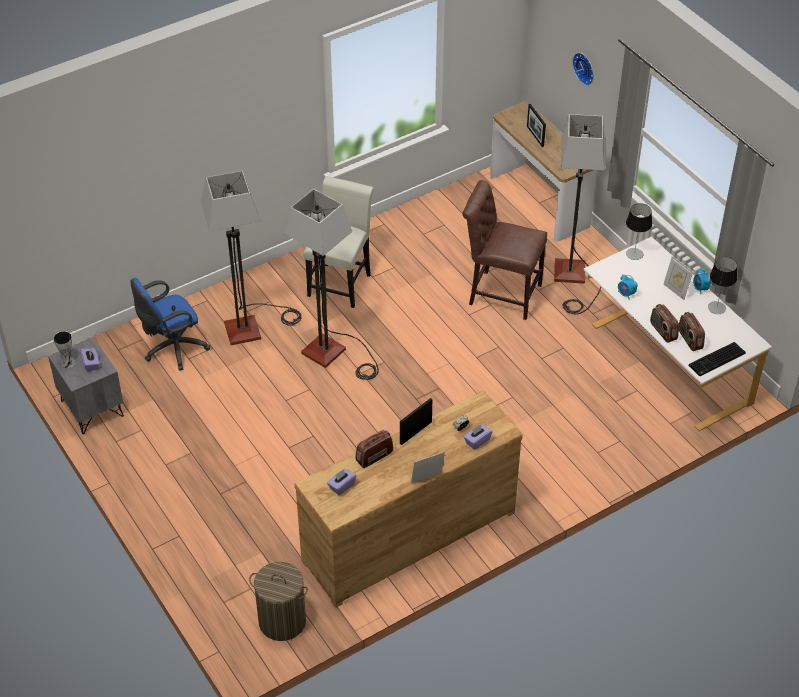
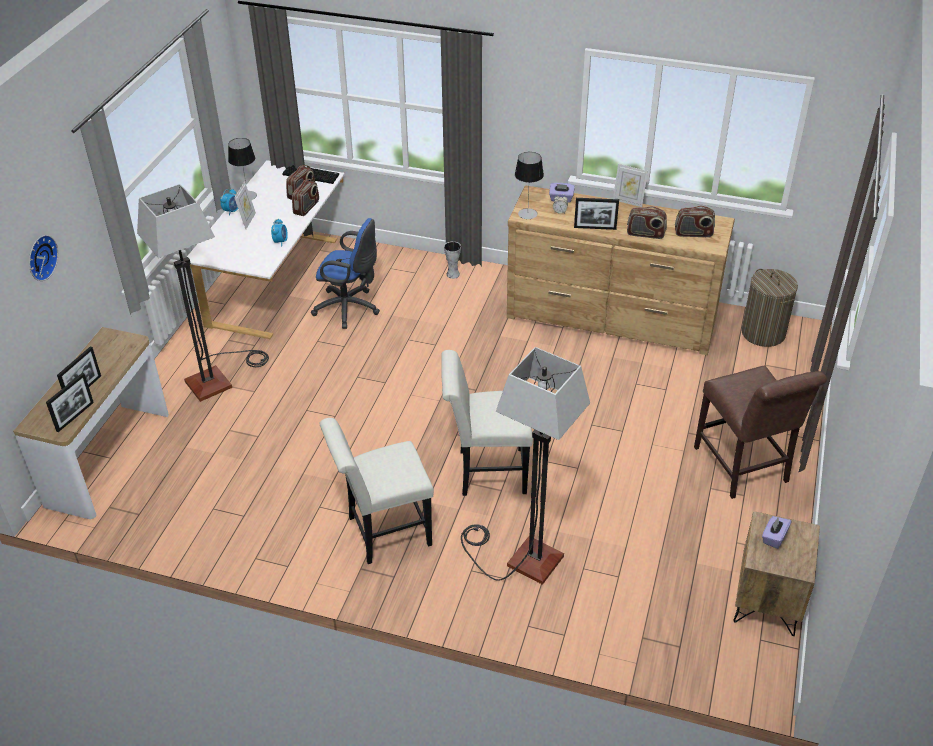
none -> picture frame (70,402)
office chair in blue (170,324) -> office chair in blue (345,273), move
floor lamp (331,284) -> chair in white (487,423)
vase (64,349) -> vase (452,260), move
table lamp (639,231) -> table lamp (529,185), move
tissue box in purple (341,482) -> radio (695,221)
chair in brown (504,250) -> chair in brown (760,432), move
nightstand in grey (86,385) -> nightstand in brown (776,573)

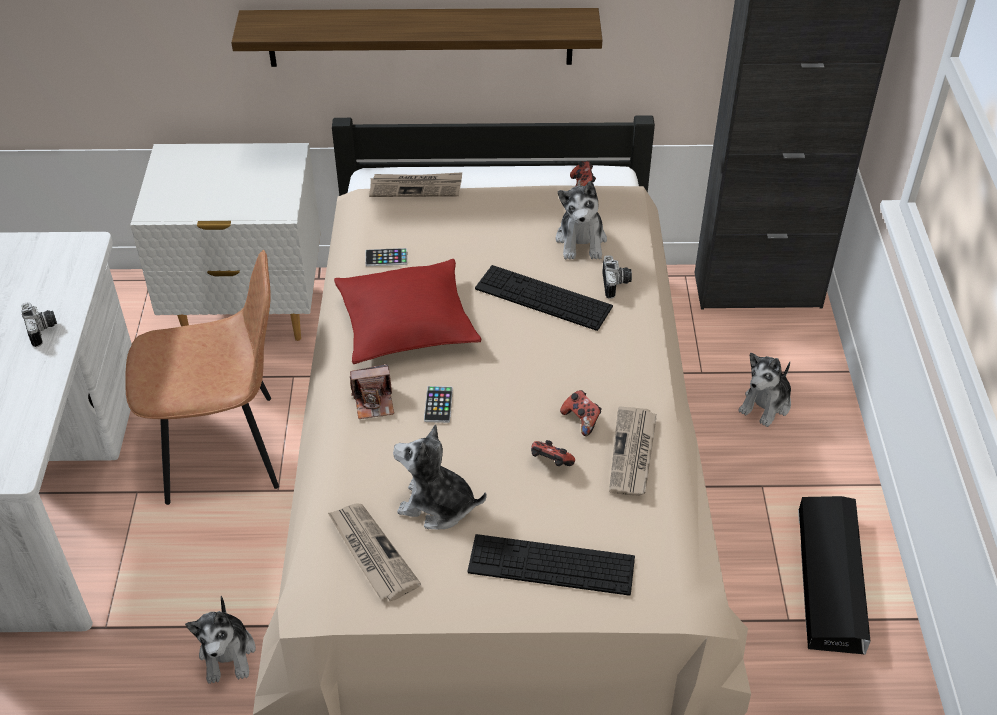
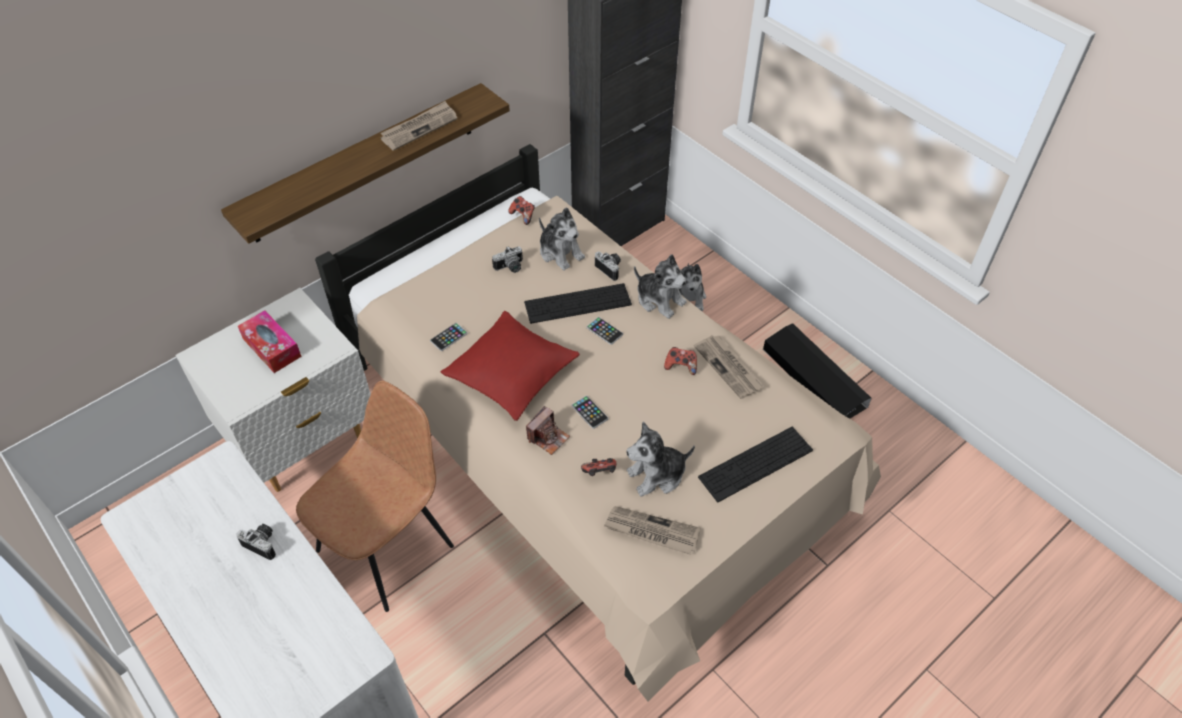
none -> tissue box (270,341)
newspaper (415,184) -> newspaper (419,126), move
none -> photo camera (507,259)
game controller (553,453) -> game controller (598,467), move
none -> phone (604,331)
plush toy (220,640) -> plush toy (660,286), move

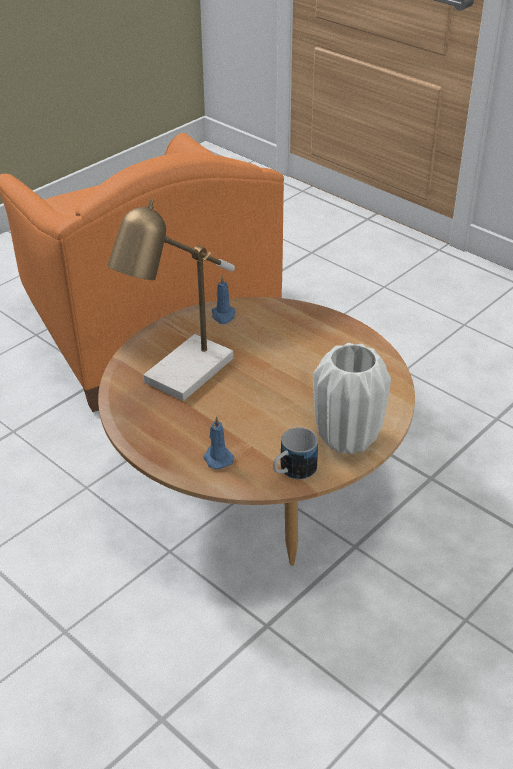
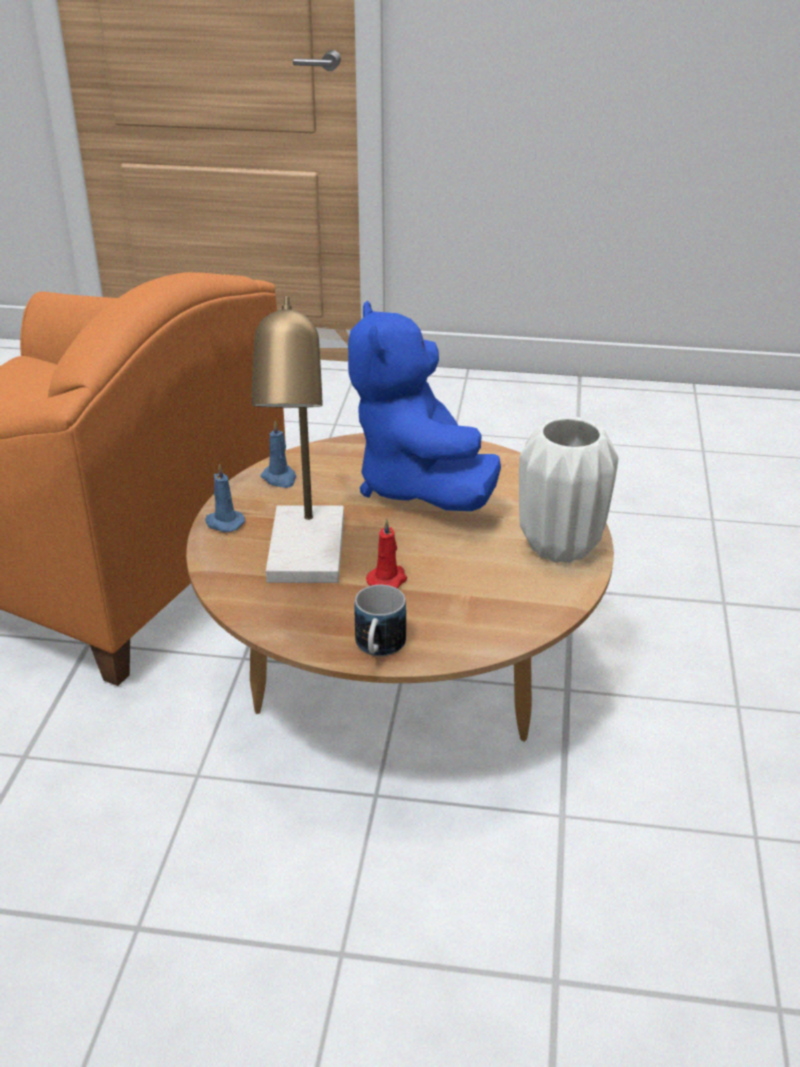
candle in blue (218,442) -> candle in blue (225,498), move
none -> plush toy in blue (424,405)
mug (295,453) -> mug (380,620), move
none -> candle in red (386,554)

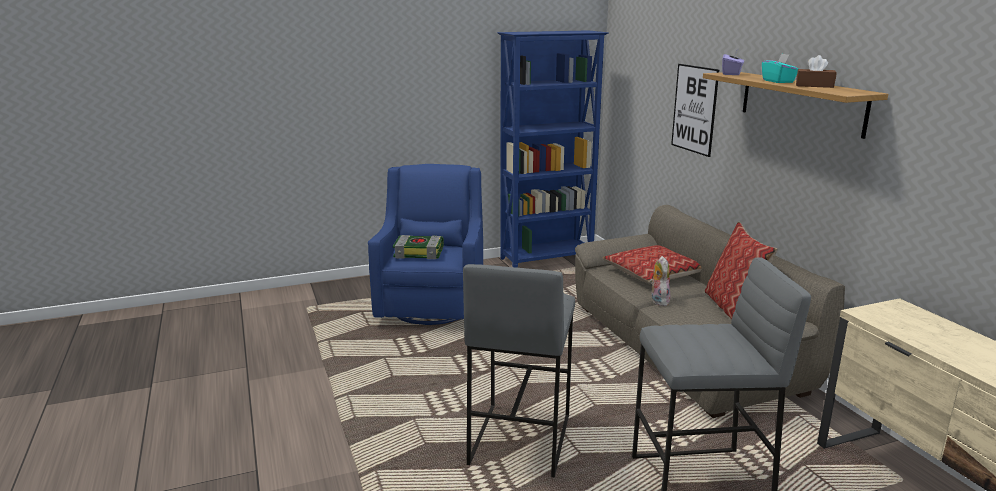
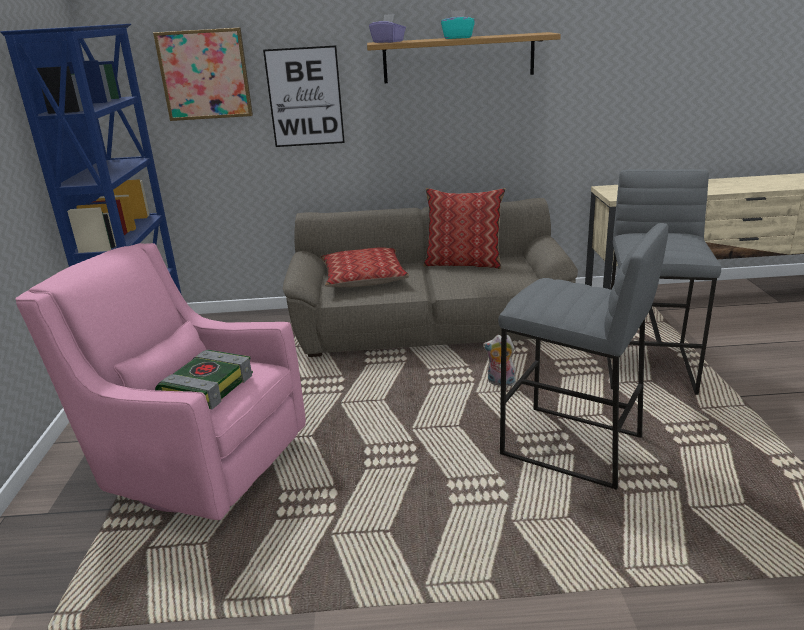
armchair in blue (425,244) -> armchair in pink (160,381)
none -> picture (203,74)
plush toy (660,281) -> plush toy (499,361), move
tissue box in brown (816,71) -> none

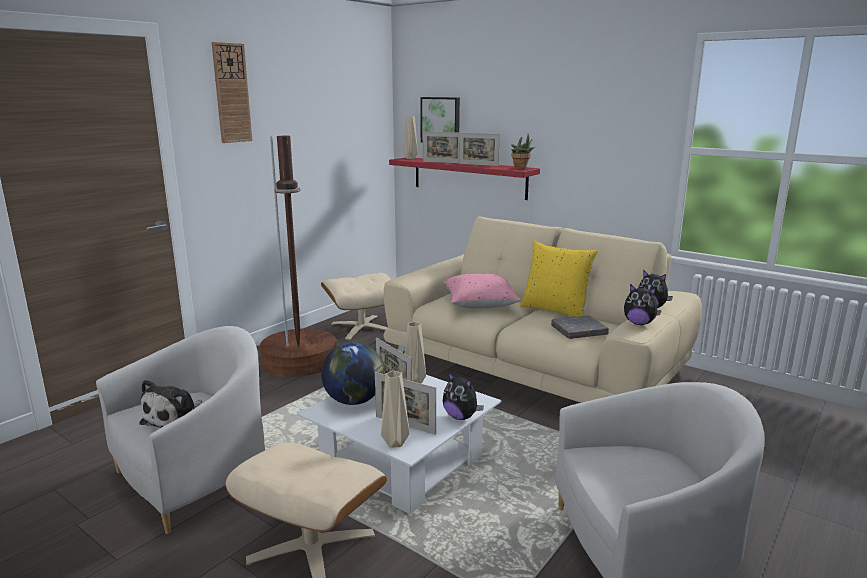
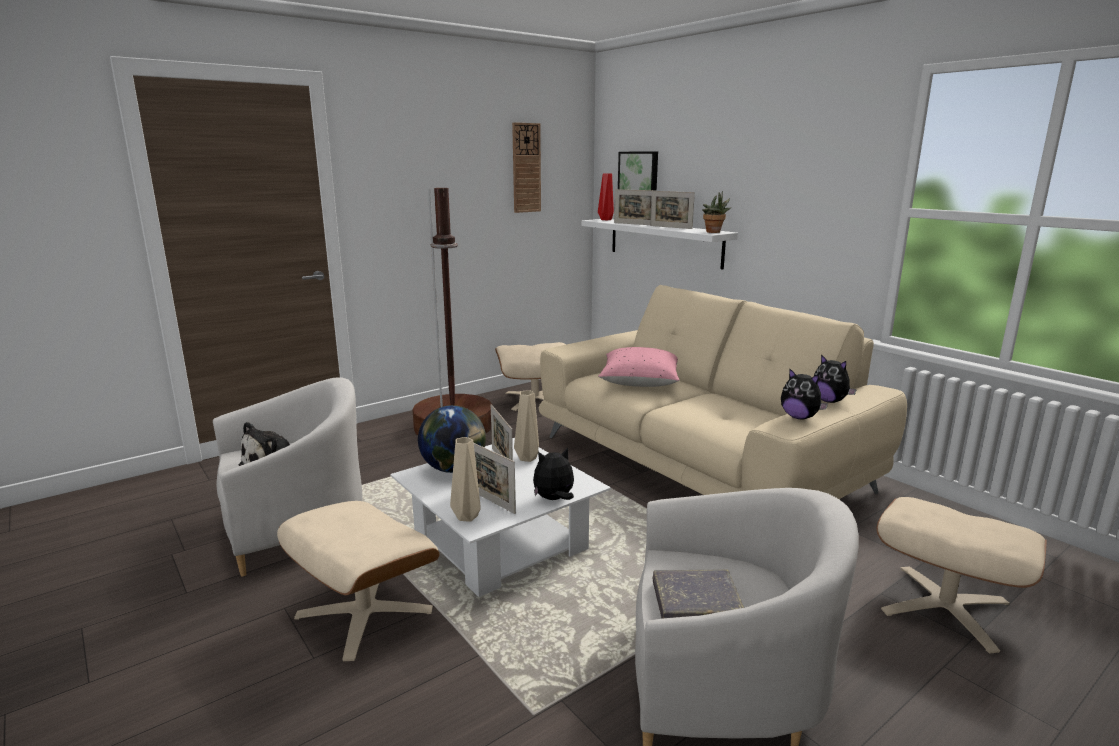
wall clock (232,92) -> wall clock (526,167), move
plush toy (463,396) -> plush toy (553,474), 105 degrees clockwise
shelf in red (464,179) -> shelf in white (659,244)
vase in beige (410,138) -> vase in red (606,196)
book in grey (580,327) -> book in grey (698,594), move
none -> ottoman in beige (961,575)
pillow in yellow (558,279) -> none

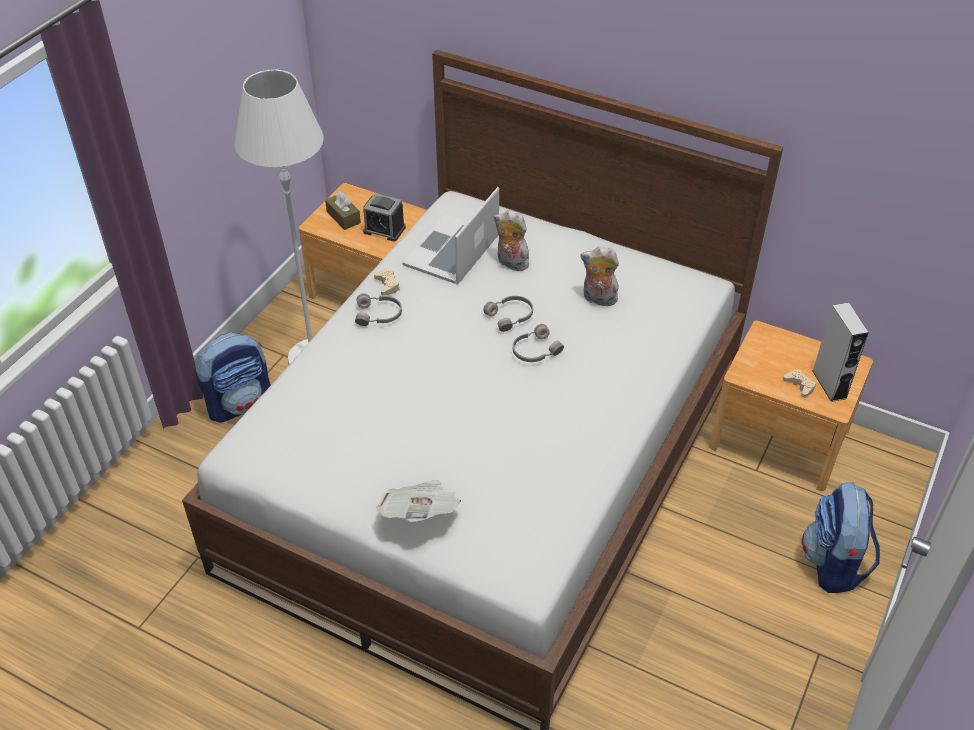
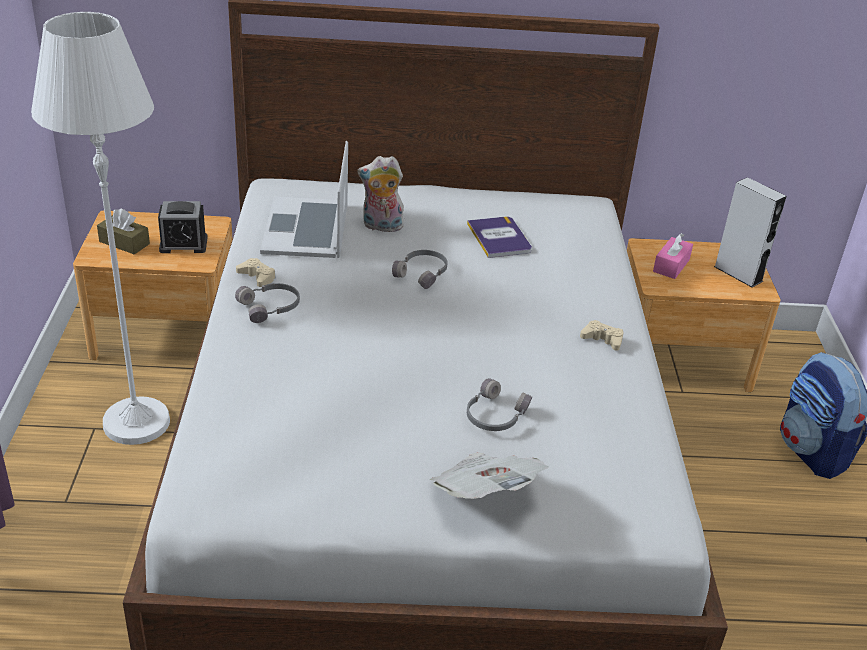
plush toy (599,276) -> book (499,237)
headphones in grey (538,343) -> headphones in grey (499,404), move
game controller in beige (799,384) -> game controller in beige (601,335), move
none -> tissue box in pink (673,256)
backpack (233,377) -> none

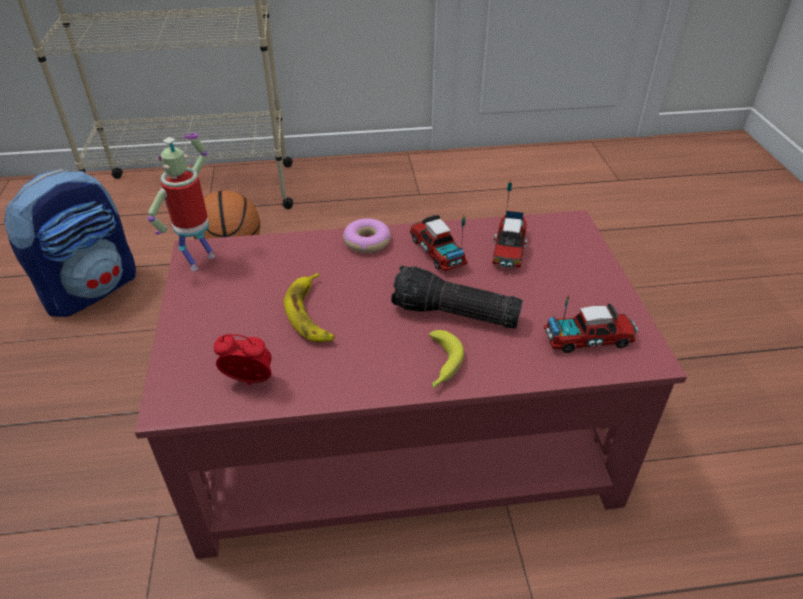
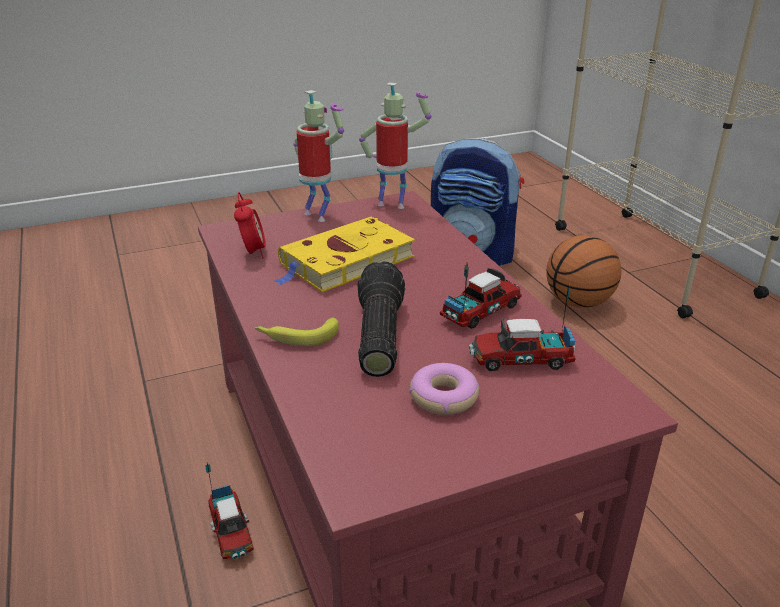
toy truck (591,324) -> toy truck (229,510), move
banana (309,307) -> book in yellow (344,254)
none -> toy robot (318,156)
donut (367,235) -> donut (444,389), move

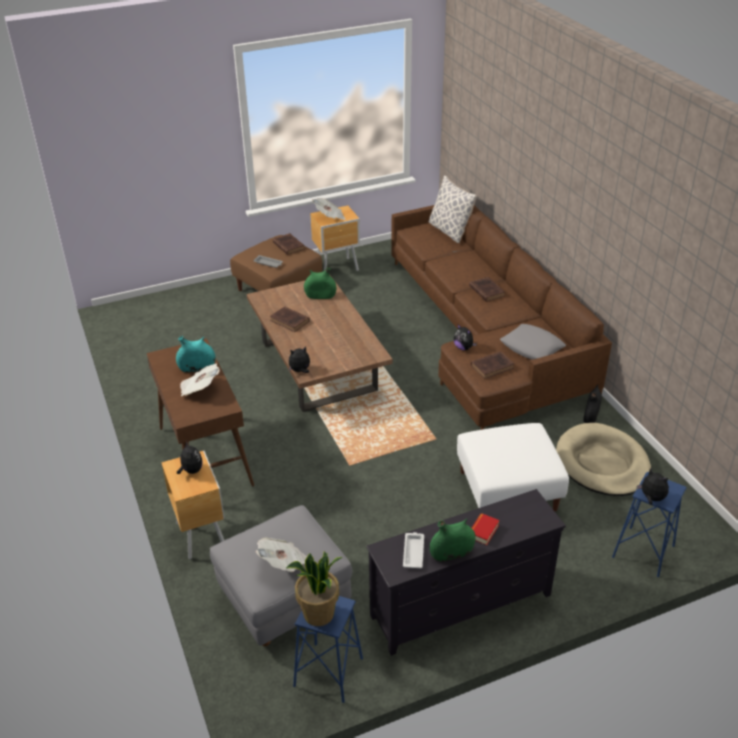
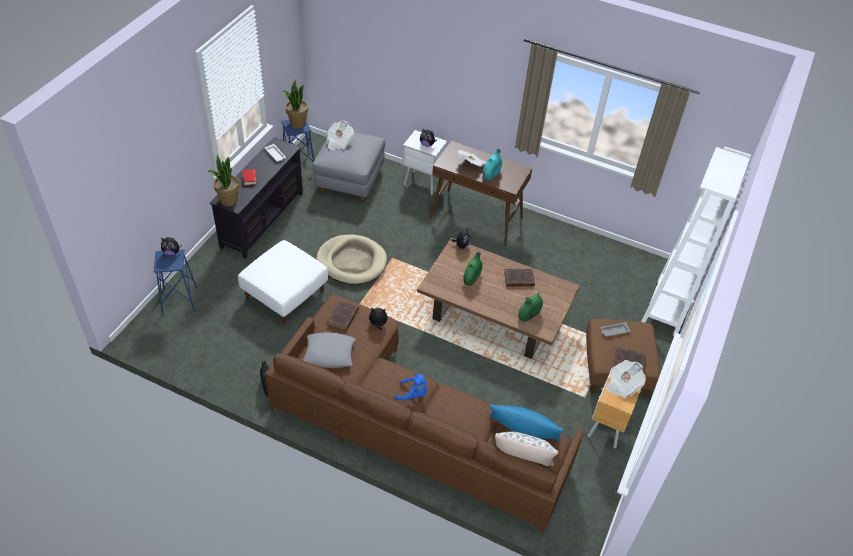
none -> potted plant (224,180)
dog bed in beige (603,459) -> dog bed in beige (351,259), move
book in brown (487,289) -> plush toy in blue (411,387)
nightstand in brown (193,505) -> nightstand in white (424,162)
vase in green (453,540) -> vase in green (473,269), move
none -> pillow in blue (526,422)
none -> bookcase in white (696,240)

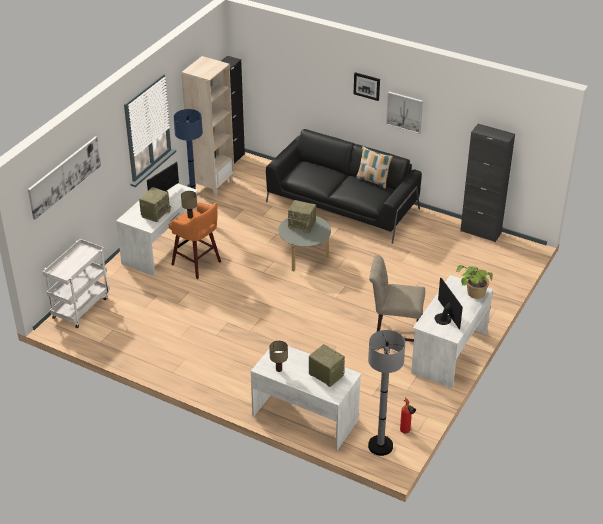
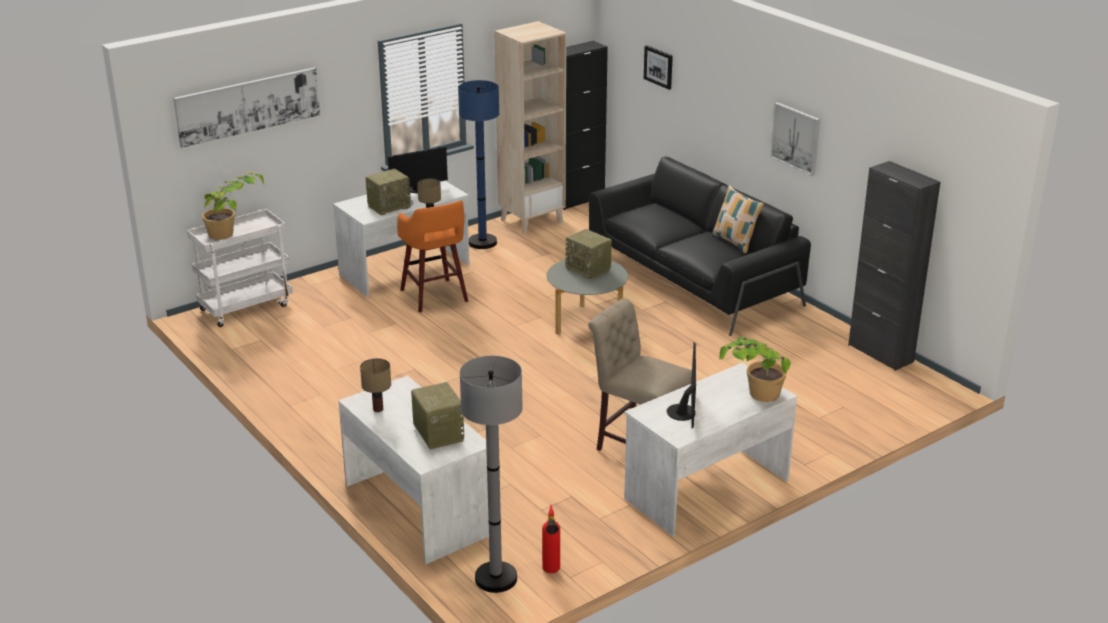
none -> potted plant (233,206)
picture (367,86) -> picture (658,67), move

